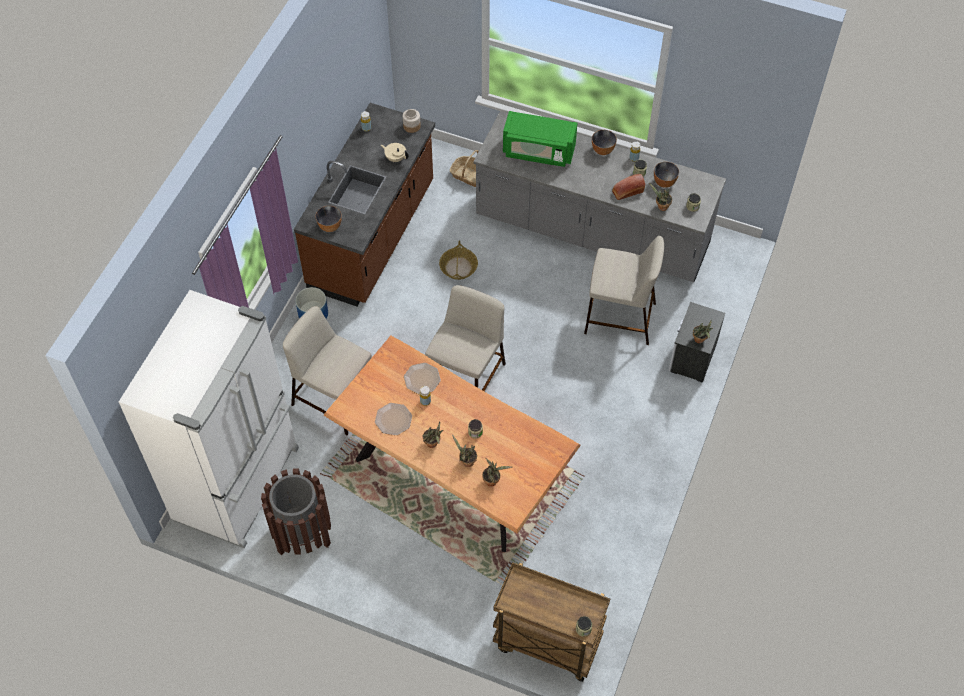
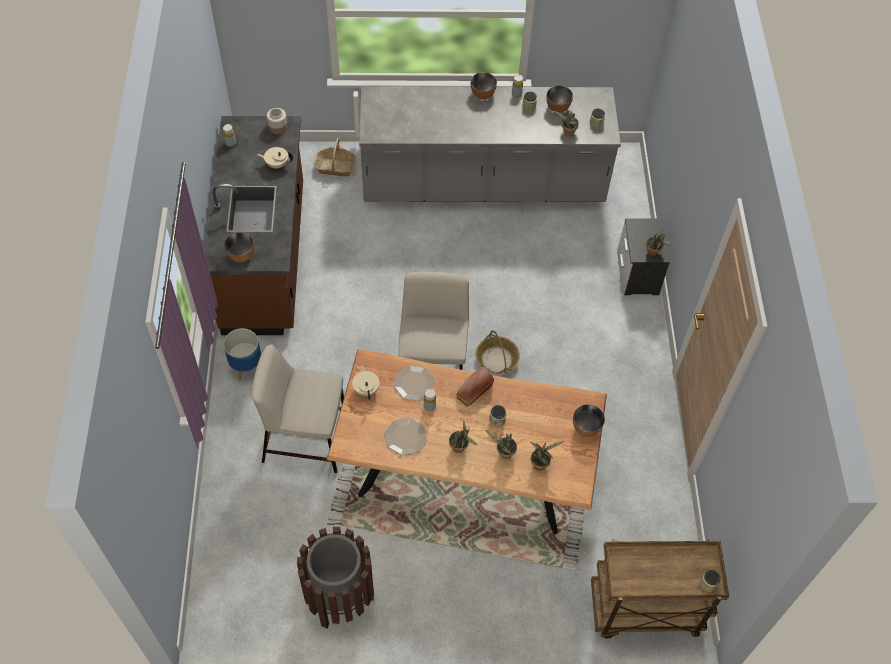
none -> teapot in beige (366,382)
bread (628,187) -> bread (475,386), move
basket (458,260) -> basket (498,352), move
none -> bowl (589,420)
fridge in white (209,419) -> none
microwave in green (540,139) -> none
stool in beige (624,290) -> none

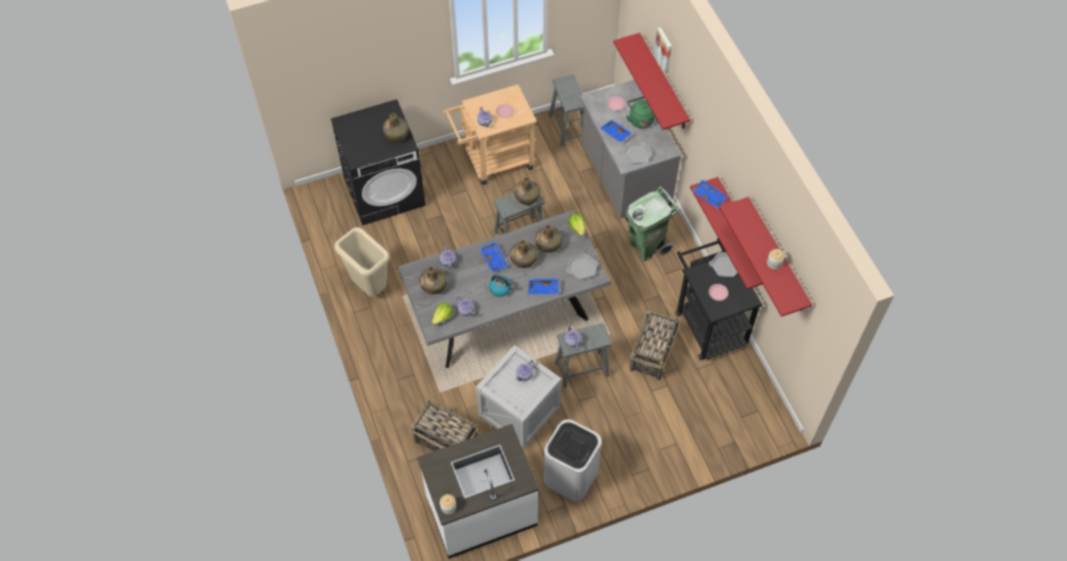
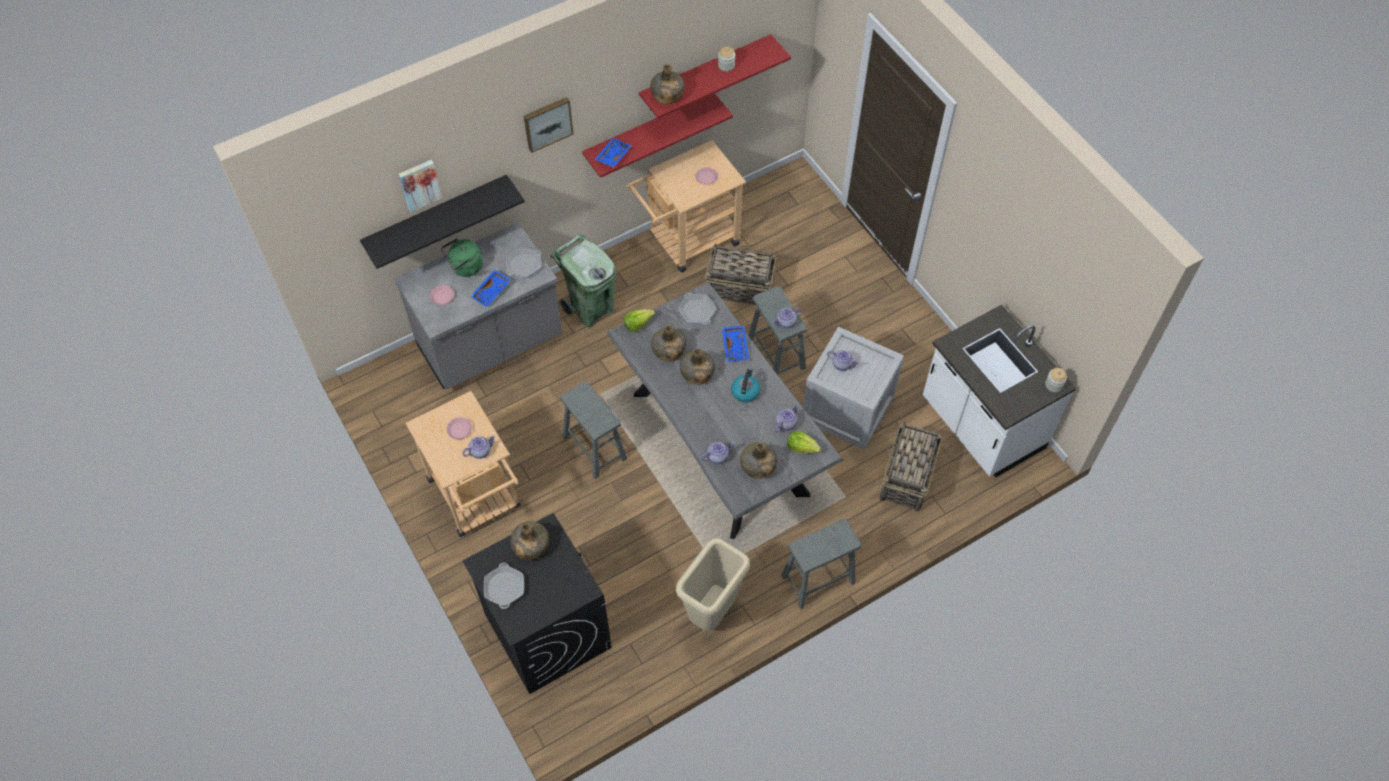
shelf in red (651,81) -> shelf in black (442,221)
frying pan (723,264) -> frying pan (504,586), move
none -> picture (549,125)
cart in black (719,299) -> cart in beige (686,206)
bottle in green (527,191) -> bottle in green (667,84), move
stool in grey (566,110) -> stool in grey (821,564), move
tray in blue (494,257) -> none
trash can in white (573,460) -> none

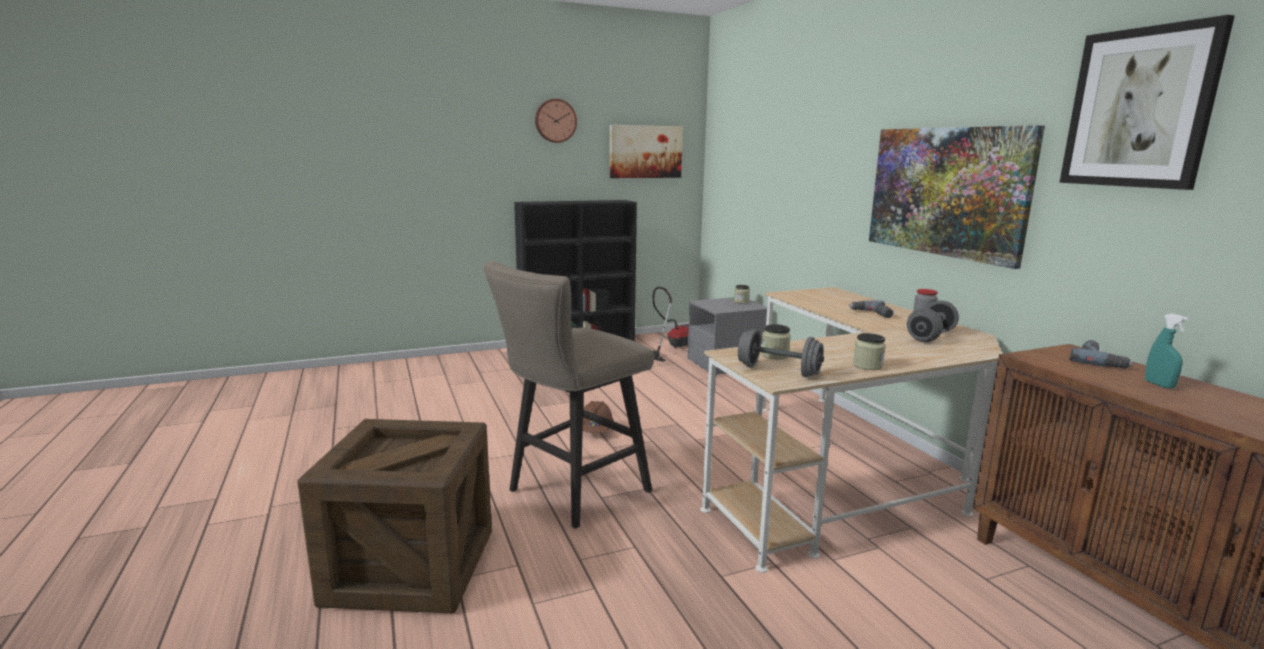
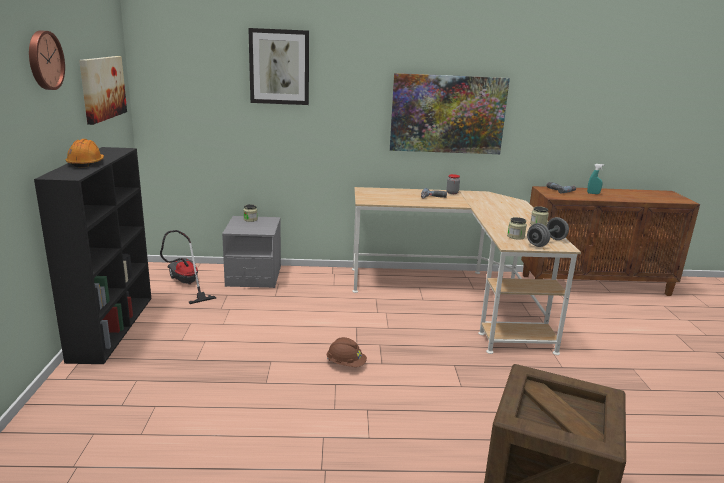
none -> hard hat in orange (85,153)
picture (1147,102) -> picture (278,66), move
stool in beige (569,395) -> none
dumbbell in grey (933,321) -> none

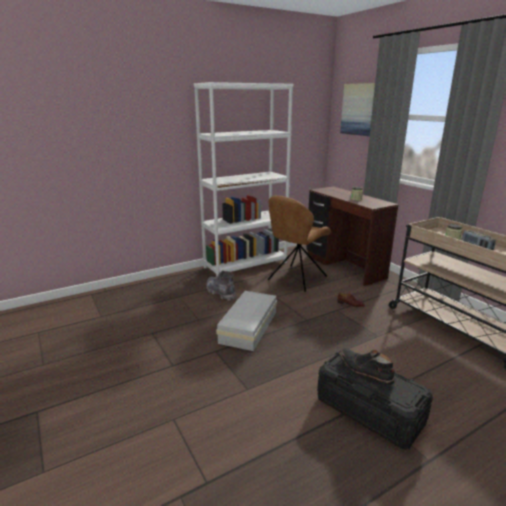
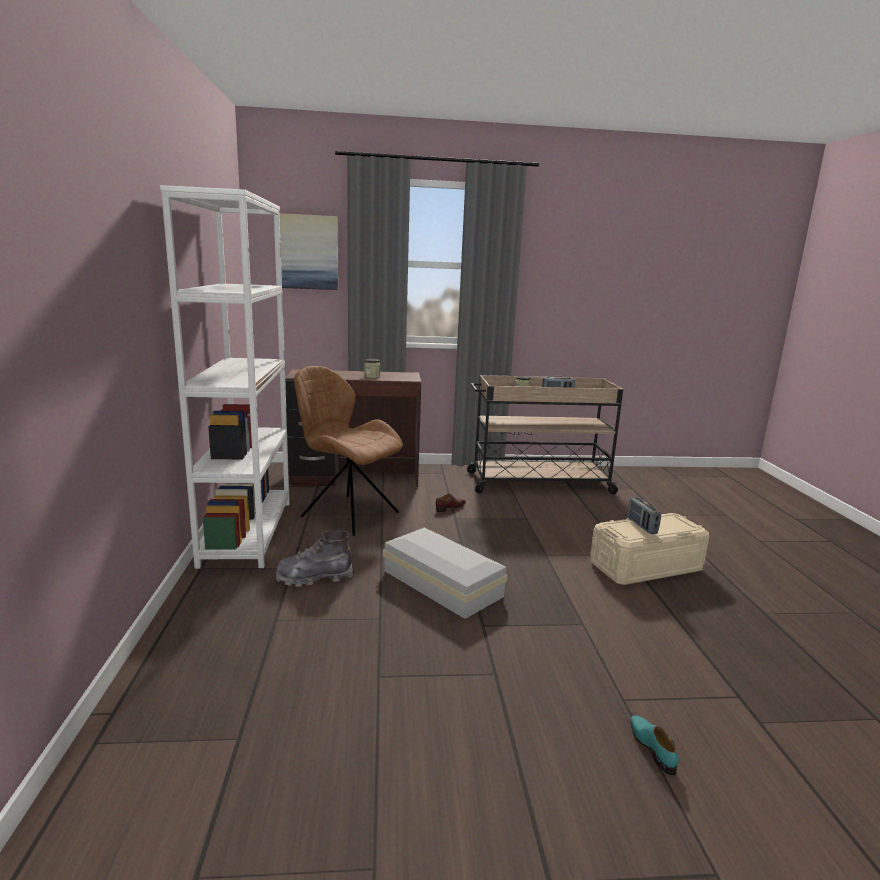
chair in brown (299,244) -> chair in brown (348,451), 150 degrees clockwise
storage box in black (375,400) -> storage box in beige (649,549)
boot in black (367,367) -> radio (644,515)
none -> shoe in turquoise (654,745)

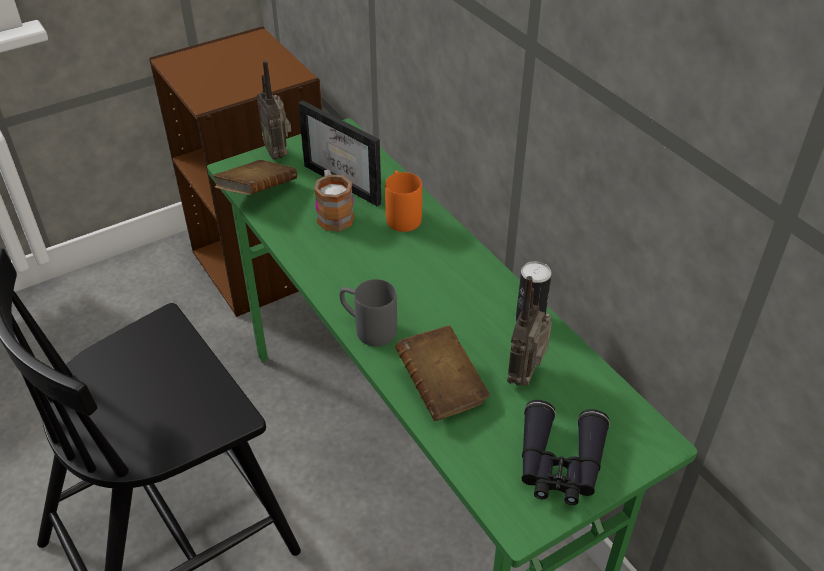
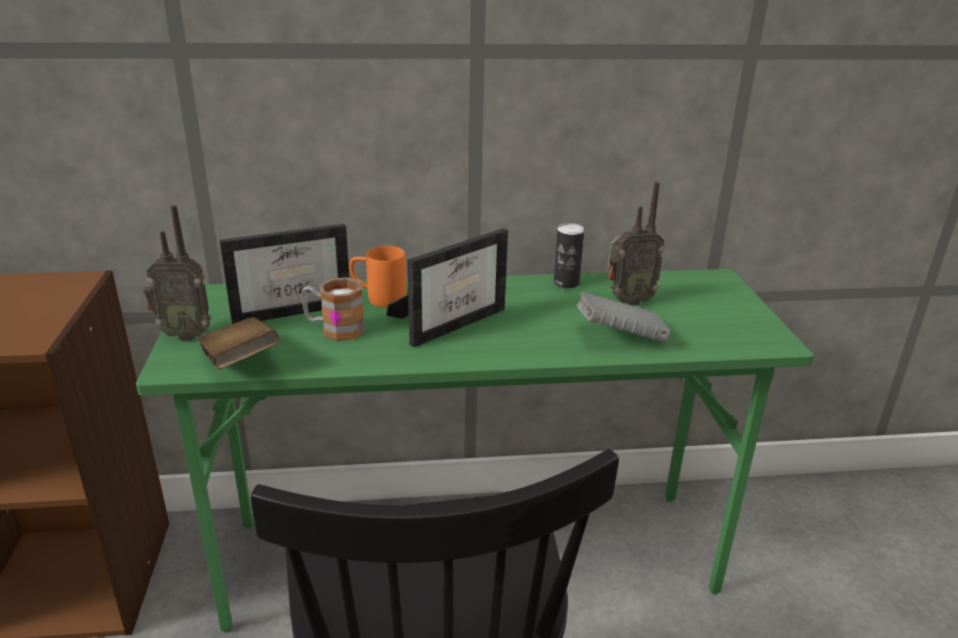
none -> picture frame (447,287)
book in brown (442,373) -> book in grey (623,316)
radio (529,331) -> radio (636,244), 60 degrees counterclockwise
mug in grey (368,312) -> none
binoculars in black (566,452) -> none

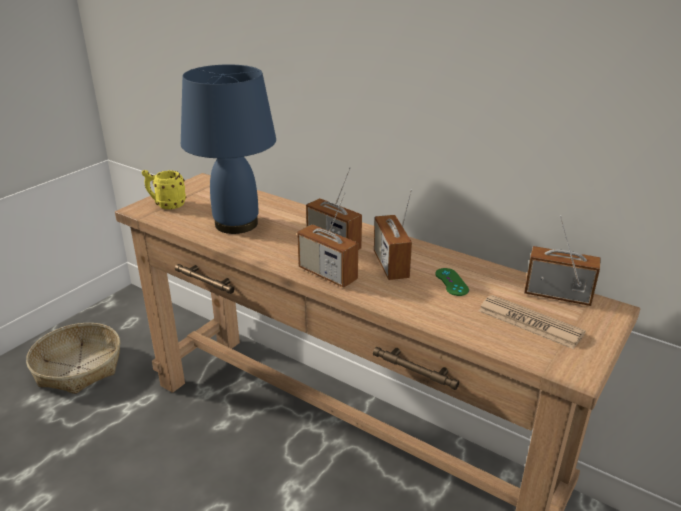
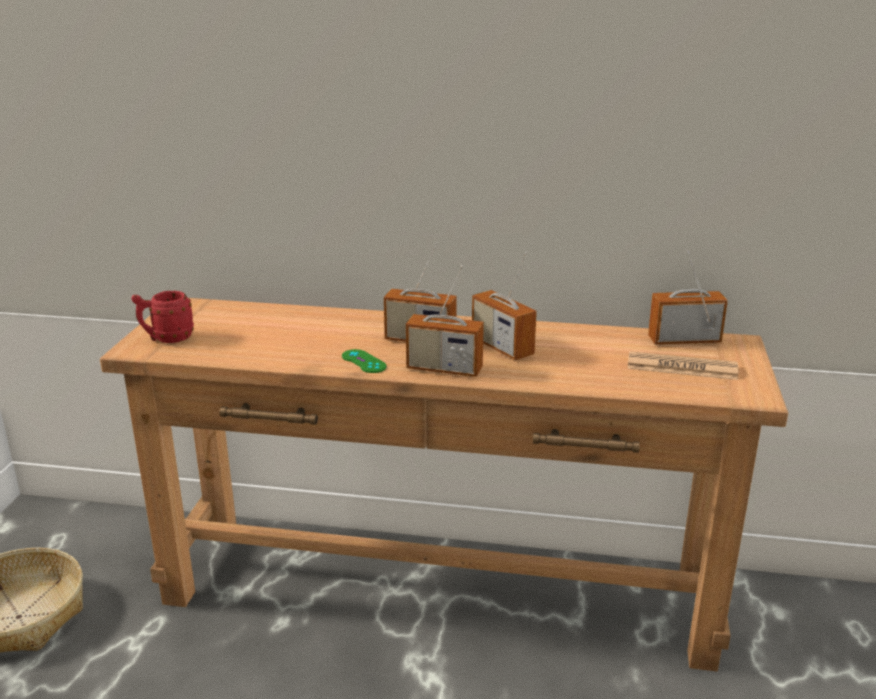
mug in yellow (164,189) -> mug in red (162,317)
game controller in green (452,282) -> game controller in green (364,361), move
table lamp in blue (228,149) -> none

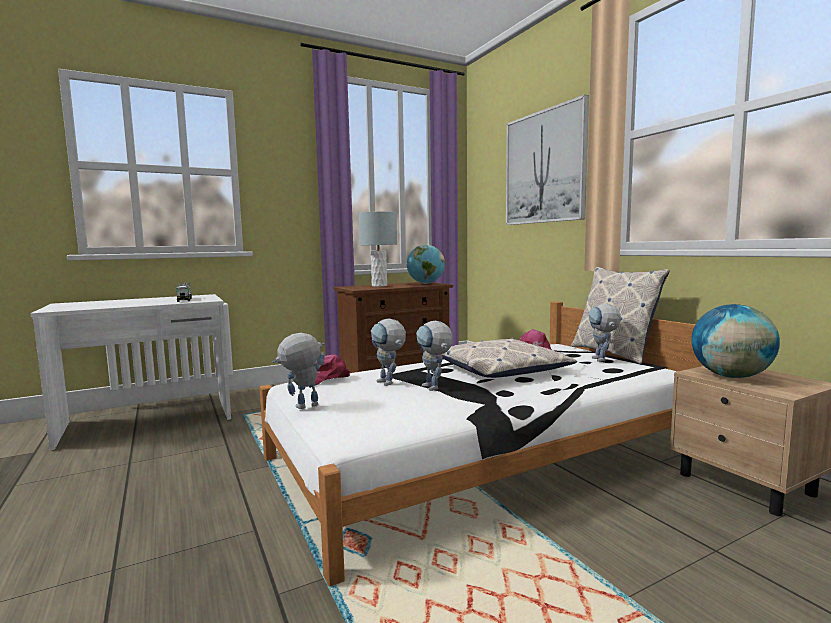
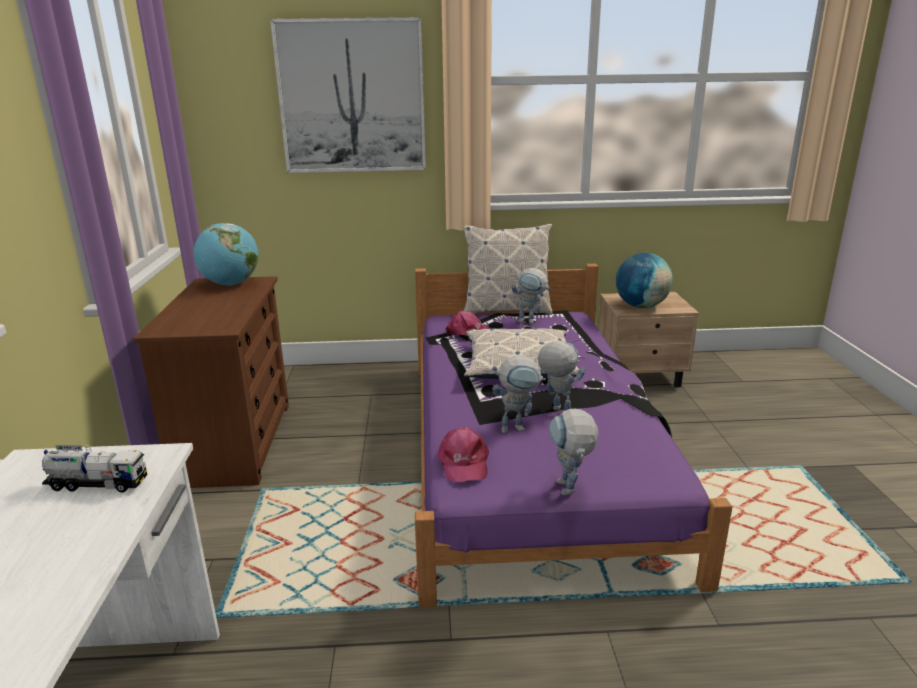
bed in white (481,444) -> bed in purple (573,435)
toy robot (434,356) -> toy robot (561,376), 135 degrees counterclockwise
table lamp in grey (378,249) -> none

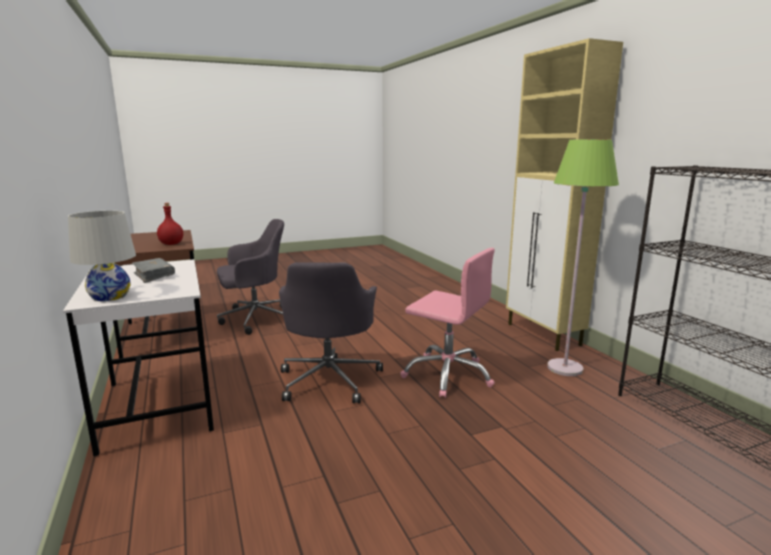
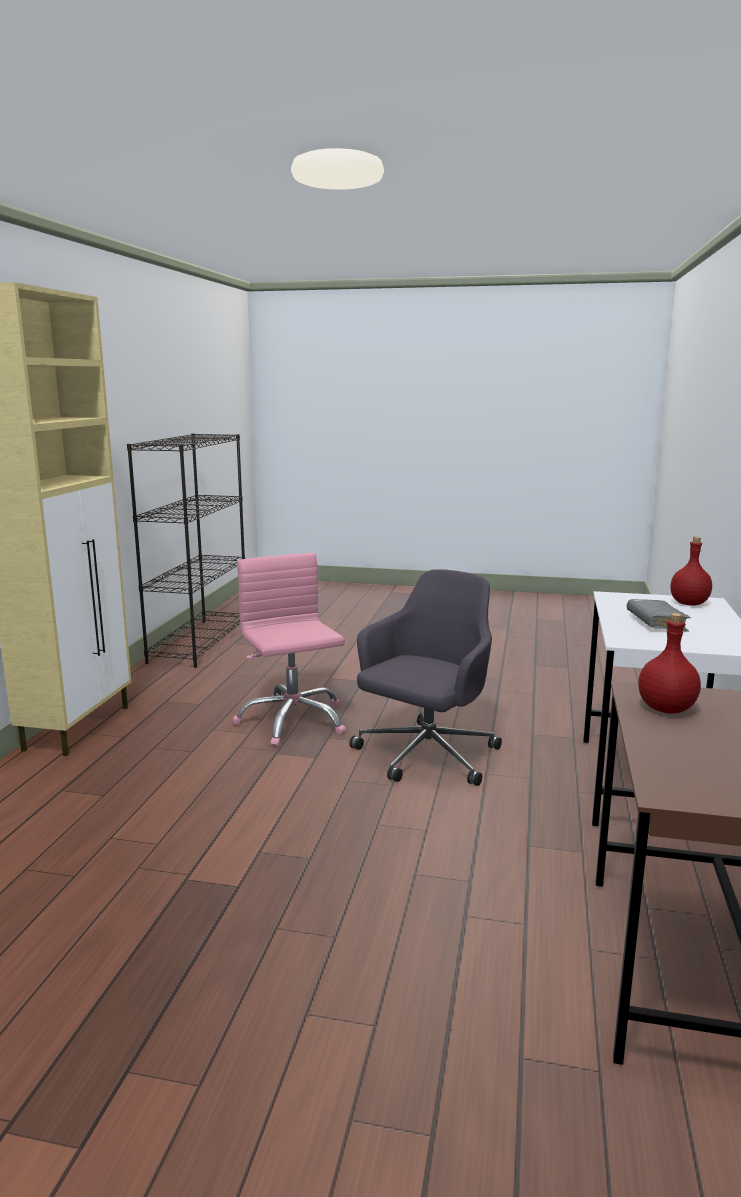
table lamp in white (102,256) -> bottle in red (691,571)
office chair in grey (250,277) -> none
floor lamp in green (583,258) -> none

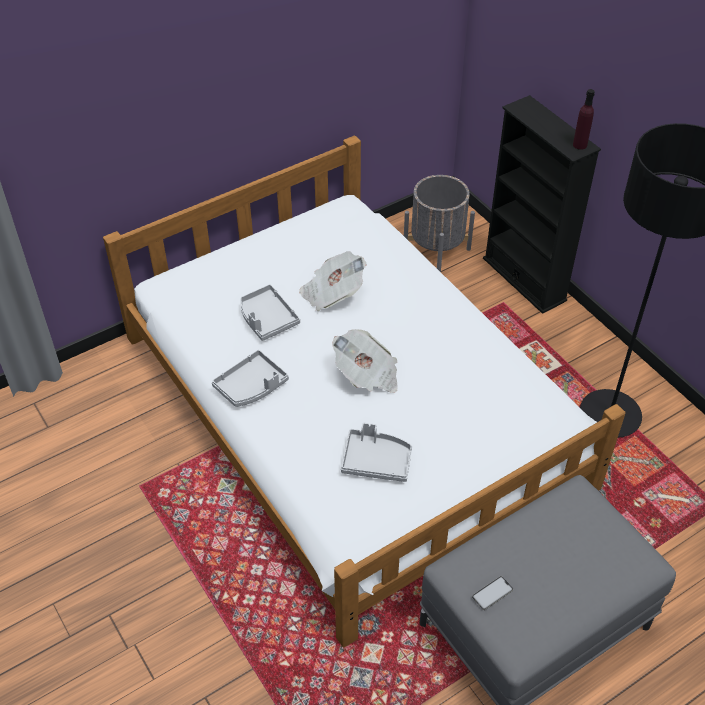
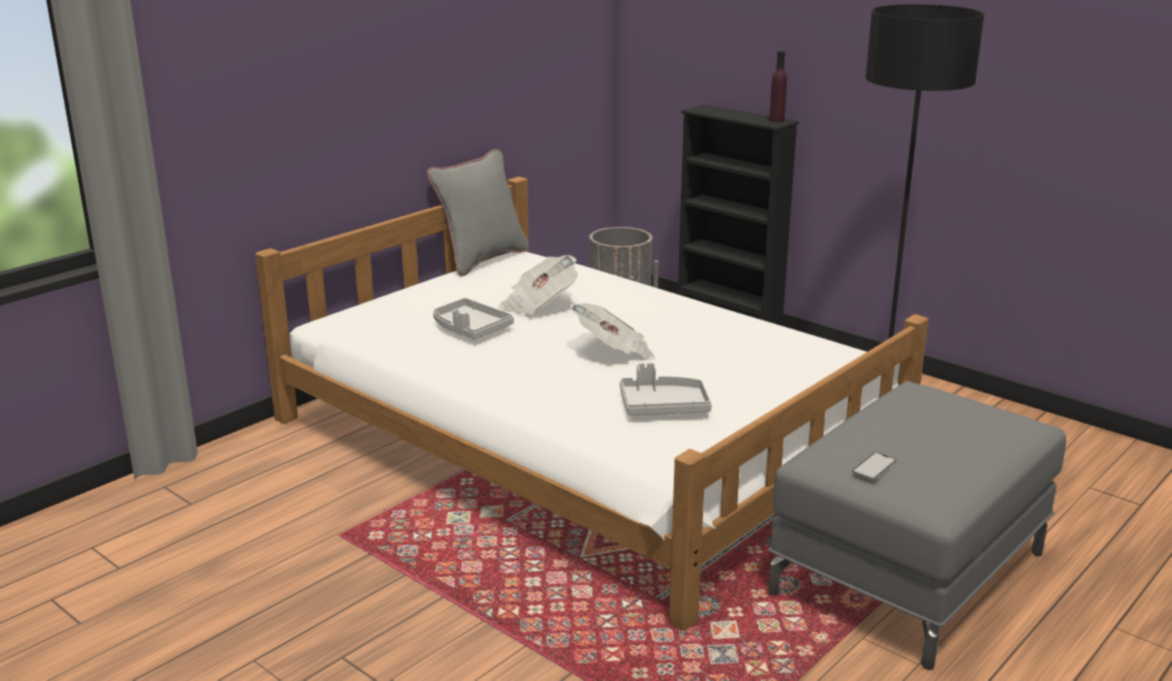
none -> pillow in grey (478,212)
tray in grey (250,378) -> none

